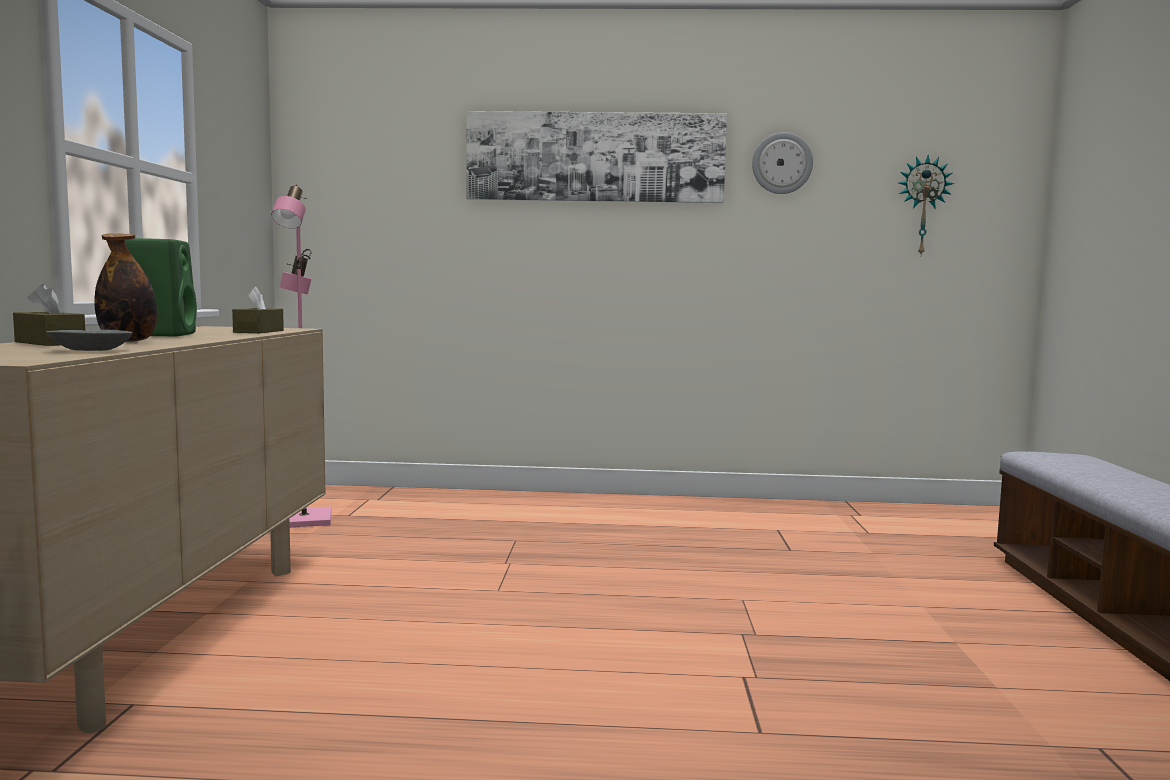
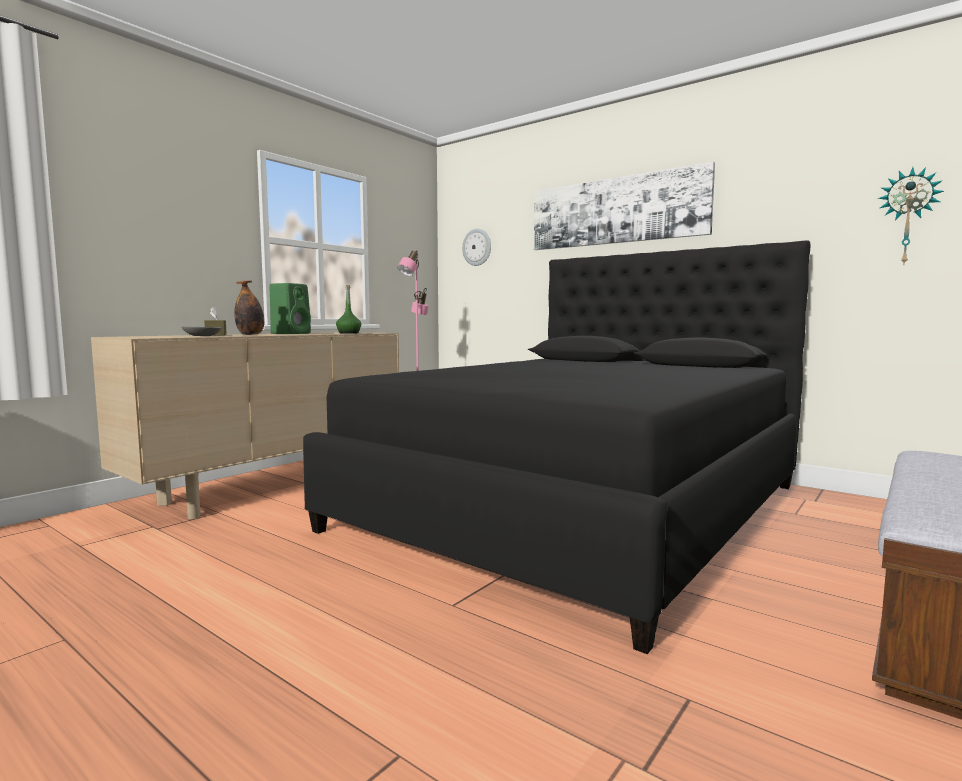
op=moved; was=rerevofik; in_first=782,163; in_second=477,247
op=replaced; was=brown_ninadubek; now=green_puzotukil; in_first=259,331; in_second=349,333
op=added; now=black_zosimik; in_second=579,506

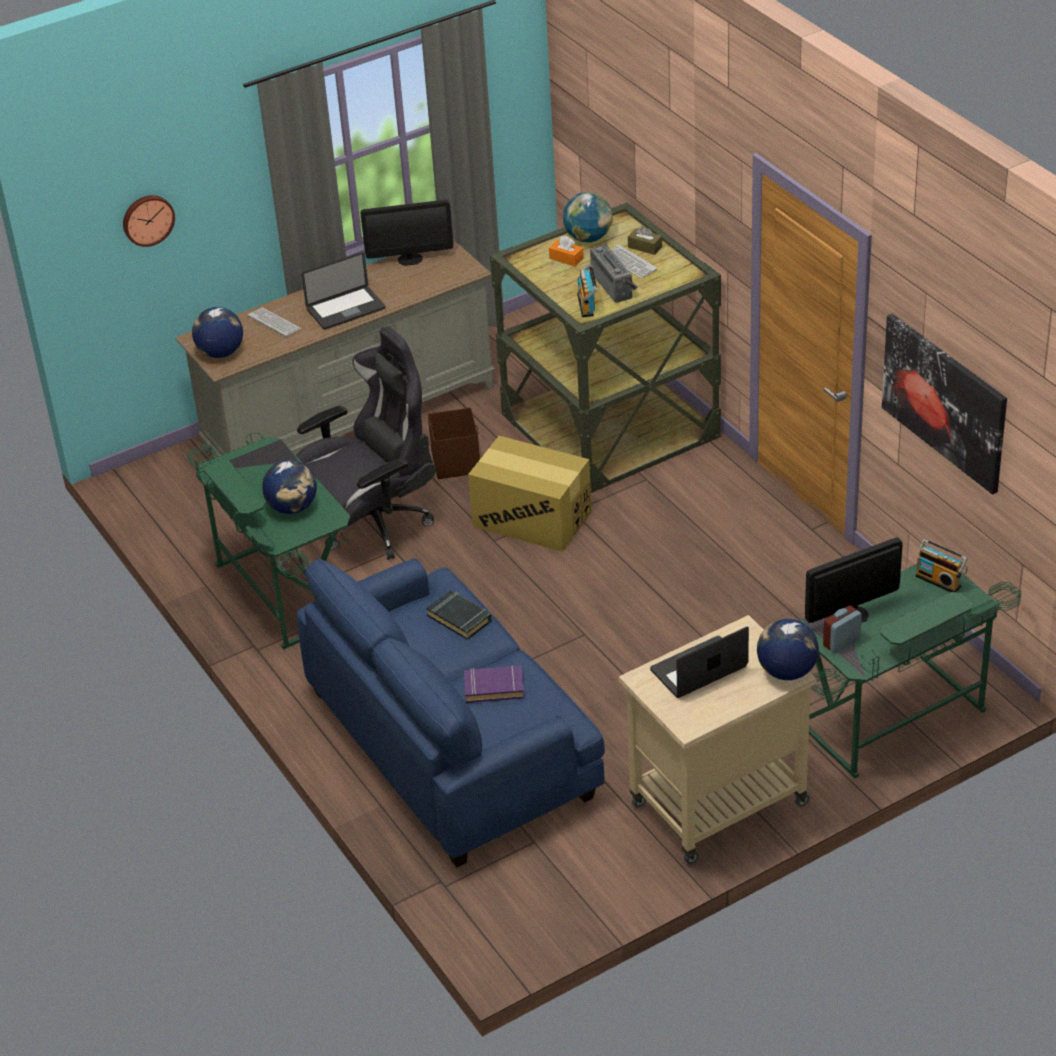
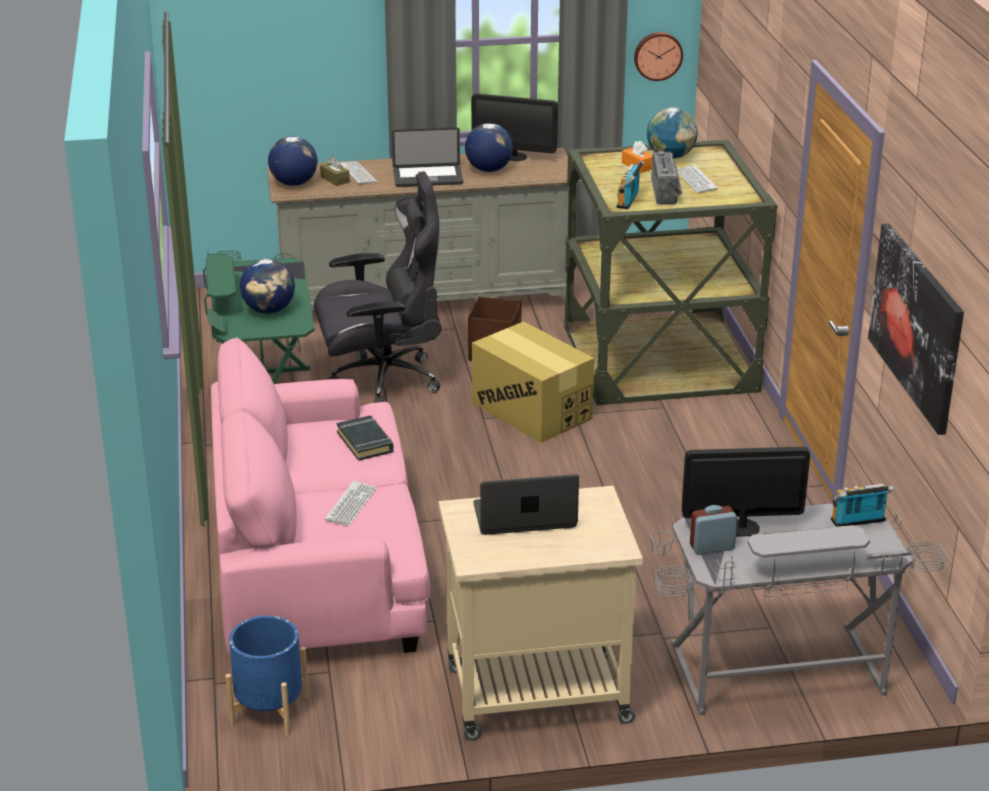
op=moved; was=rerevofik; in_first=147,219; in_second=657,55
op=moved; was=brown_ninadubek; in_first=645,247; in_second=335,179
op=turned; was=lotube; in_first=939,580; in_second=859,522; clockwise=105
op=recoloured; was=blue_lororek; now=pink_lororek; in_first=452,743; in_second=317,566
op=recoloured; was=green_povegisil; now=grey_povegisil; in_first=893,719; in_second=778,673
op=moved; was=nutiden; in_first=786,671; in_second=488,169
op=replaced; was=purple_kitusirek; now=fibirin; in_first=494,687; in_second=351,505
op=added; now=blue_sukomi; in_second=269,710

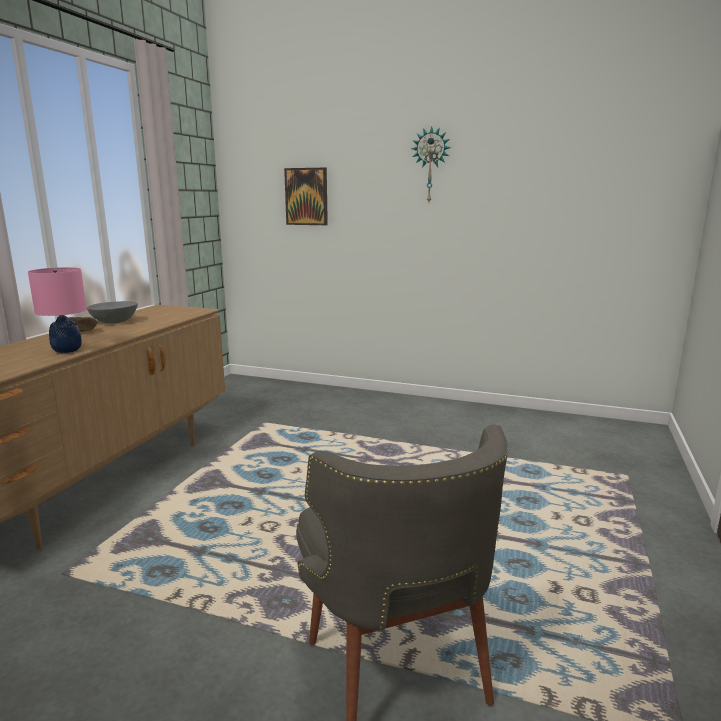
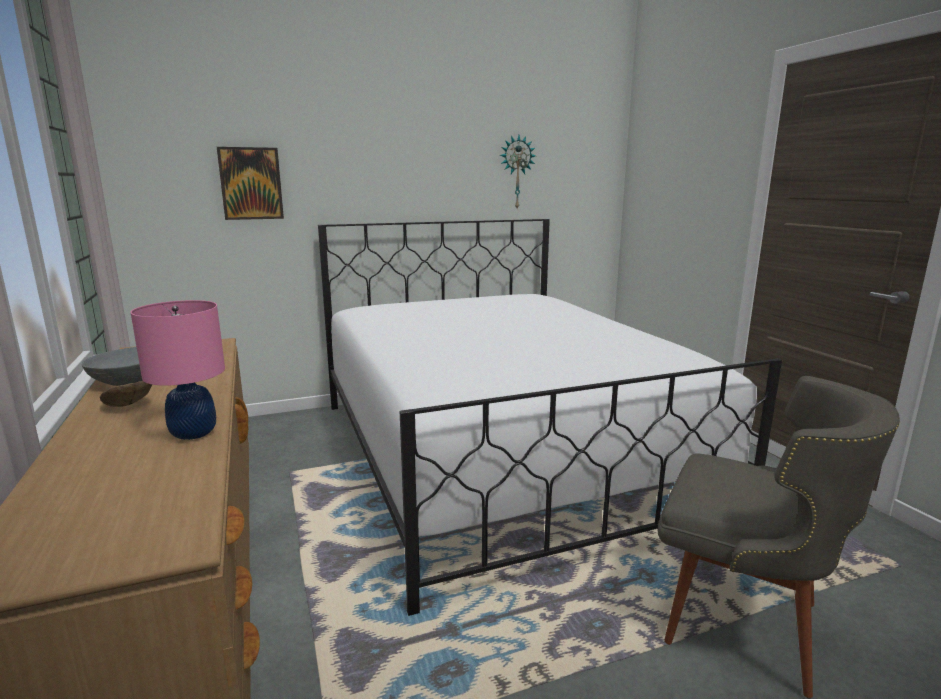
op=moved; was=rerevofik; in_first=430,165; in_second=516,172
op=added; now=white_zosimik; in_second=499,454

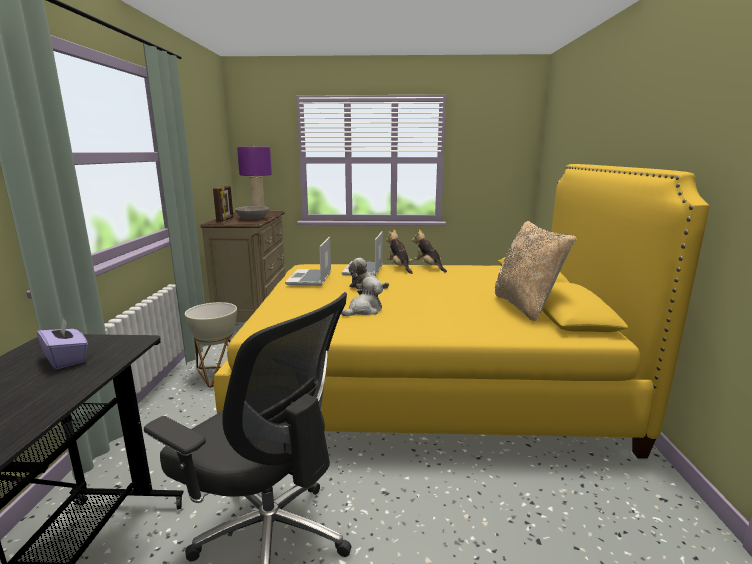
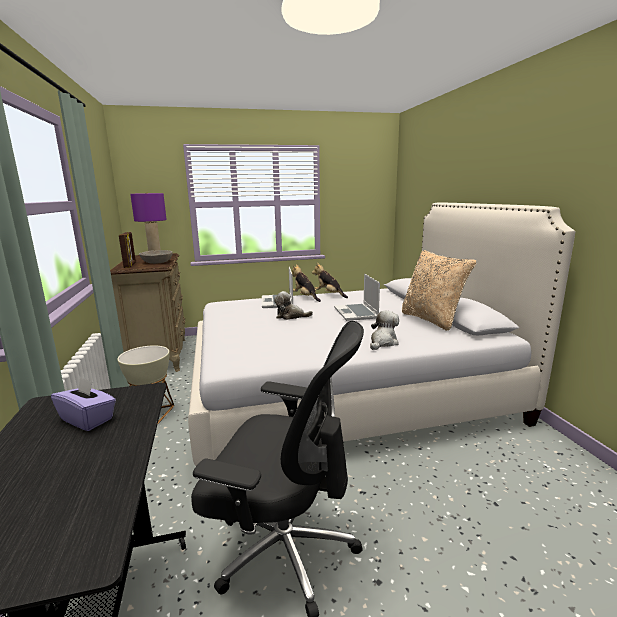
op=recoloured; was=yellow_zosimik; now=white_zosimik; in_first=426,379; in_second=346,391
op=moved; was=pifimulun; in_first=310,279; in_second=356,313
op=moved; was=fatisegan; in_first=364,310; in_second=383,342

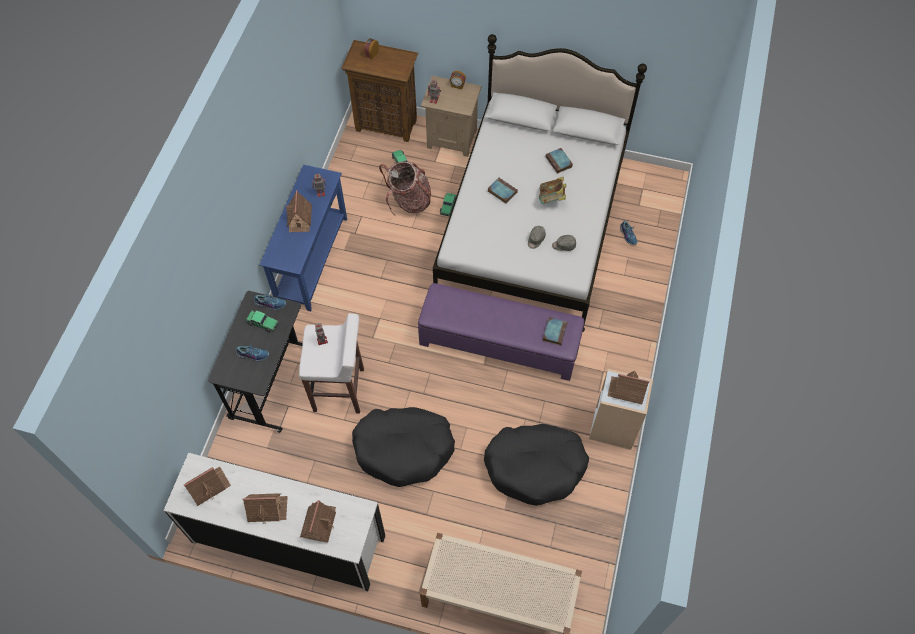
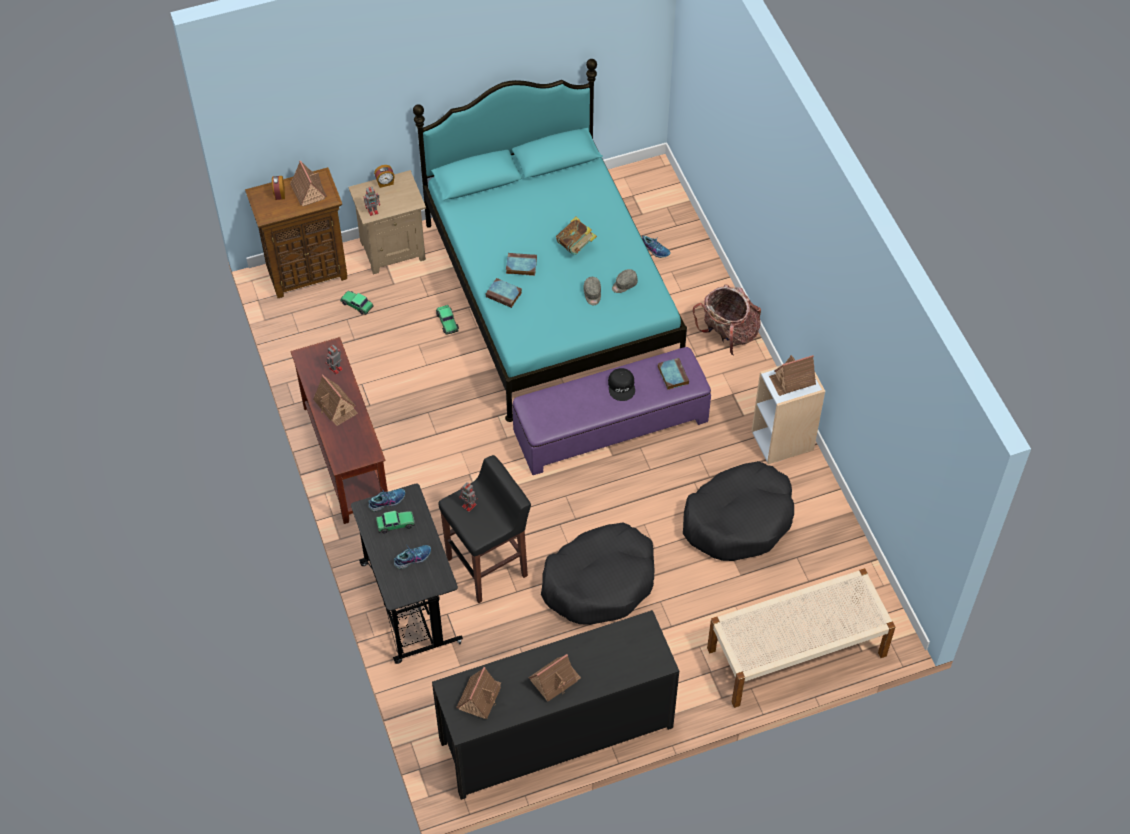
op=recoloured; was=white_zosimik; now=turquoise_zosimik; in_first=532,226; in_second=551,294
op=moved; was=kitusirek; in_first=559,162; in_second=504,295
op=moved; was=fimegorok; in_first=409,201; in_second=728,334
op=recoloured; was=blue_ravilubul; now=brown_ravilubul; in_first=312,259; in_second=345,458
op=recoloured; was=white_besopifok; now=black_besopifok; in_first=340,390; in_second=488,566
op=recoloured; was=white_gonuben; now=black_gonuben; in_first=288,537; in_second=554,732
op=moved; was=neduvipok; in_first=319,523; in_second=308,191
op=added; now=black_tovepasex; in_second=622,386

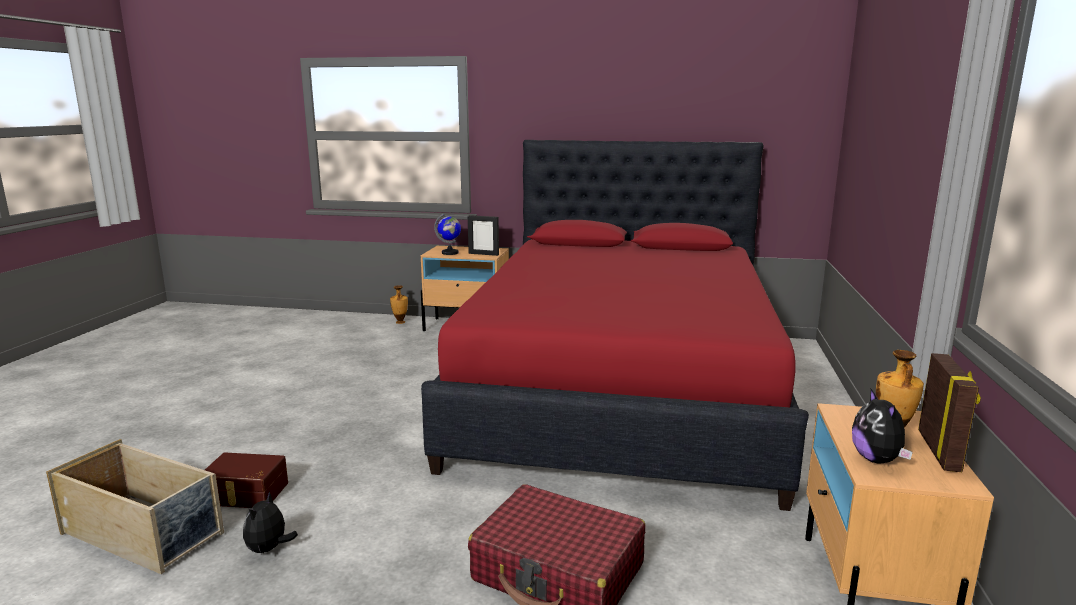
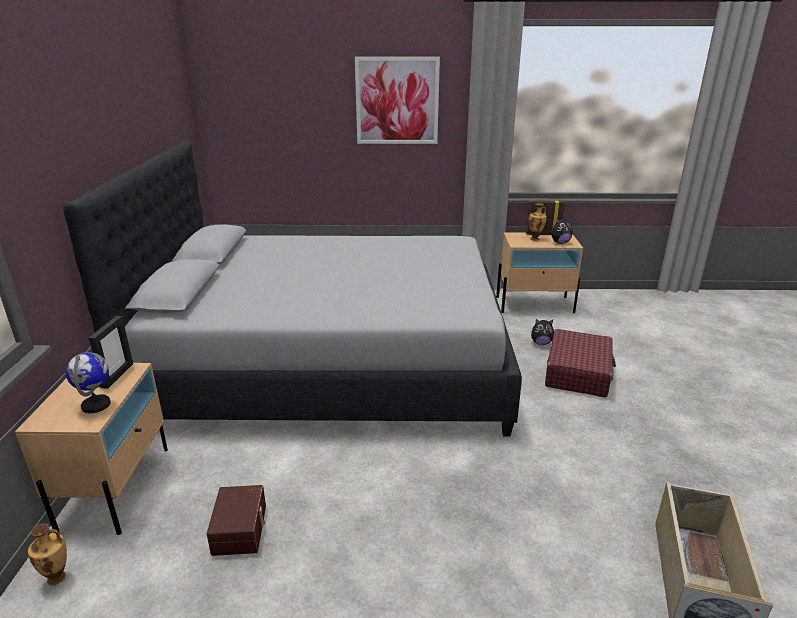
op=recoloured; was=red_zosimik; now=grey_zosimik; in_first=621,389; in_second=331,363
op=moved; was=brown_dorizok; in_first=245,494; in_second=241,529
op=moved; was=fatisegan; in_first=269,549; in_second=541,343
op=added; now=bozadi; in_second=397,101

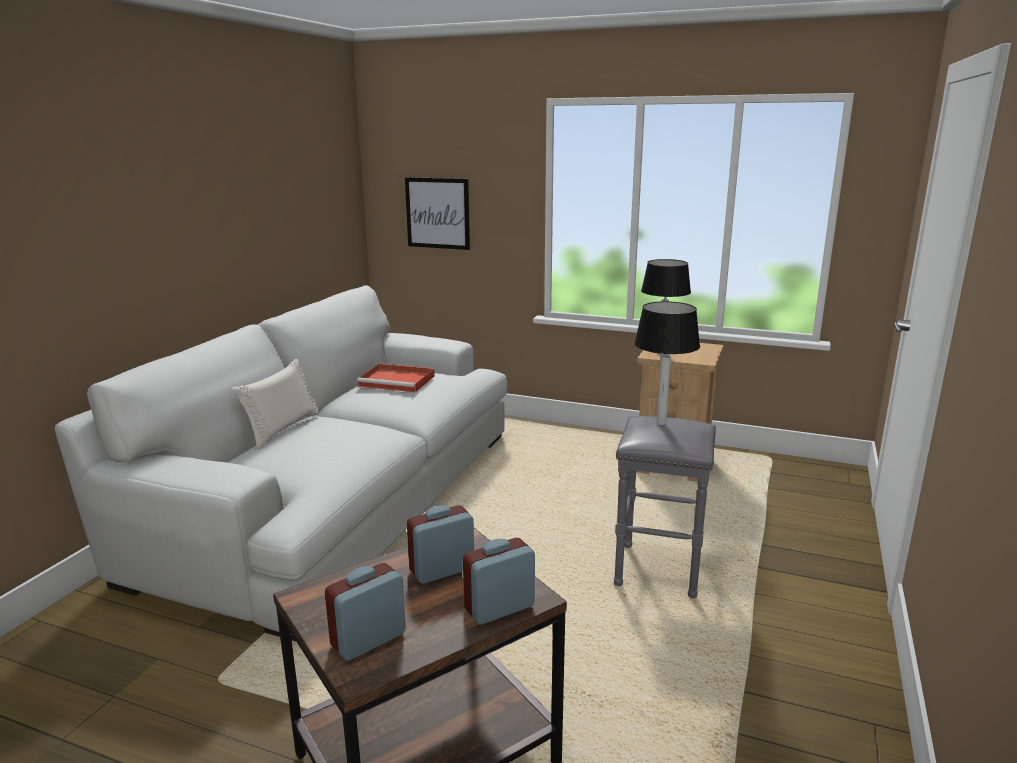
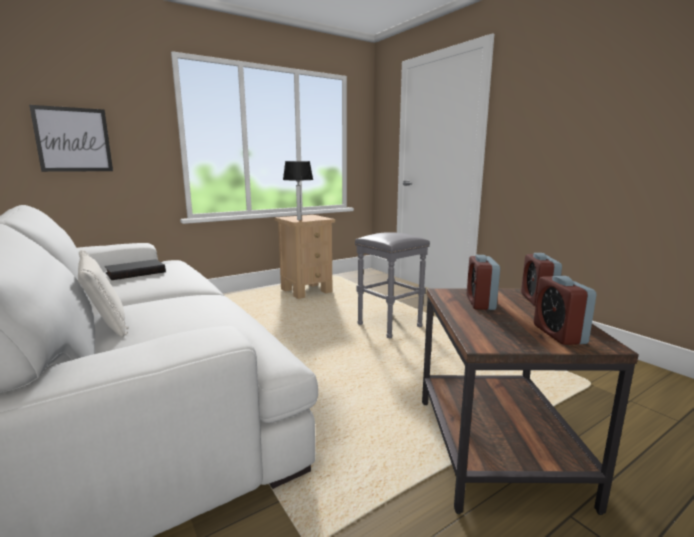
op=removed; was=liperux; in_first=660,423
op=replaced; was=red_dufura; now=black_kitusirek; in_first=398,381; in_second=136,272

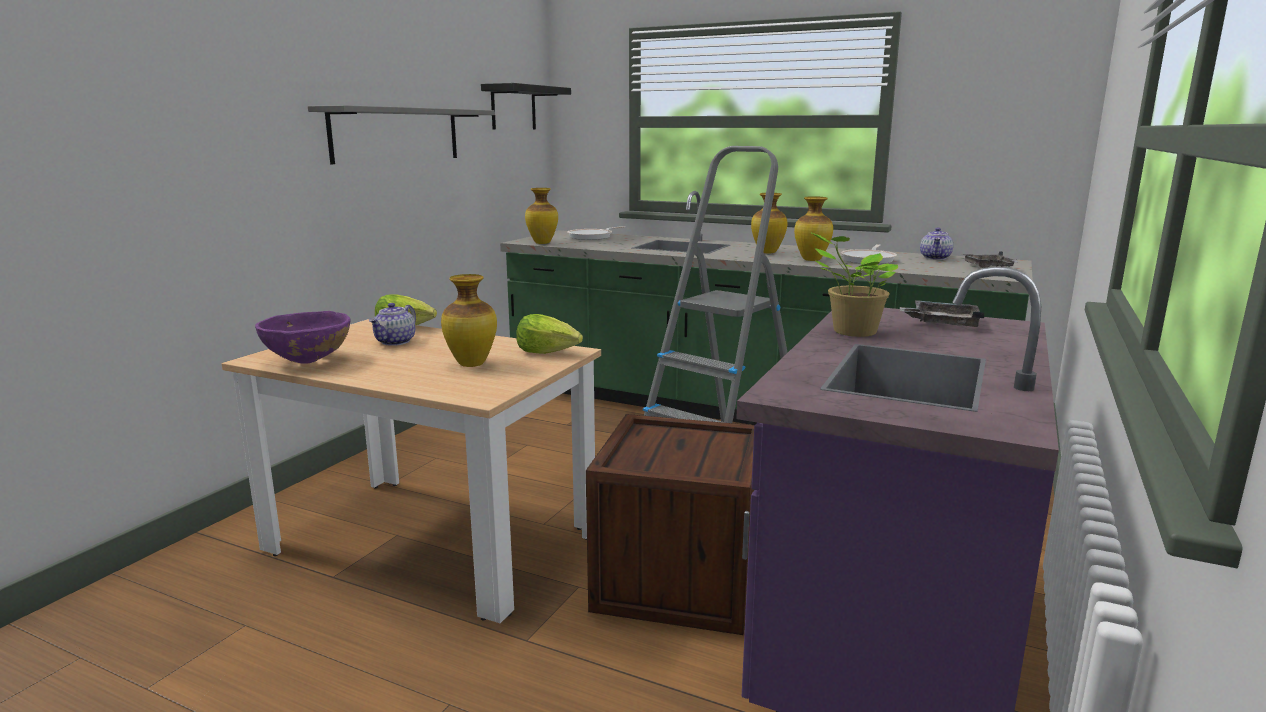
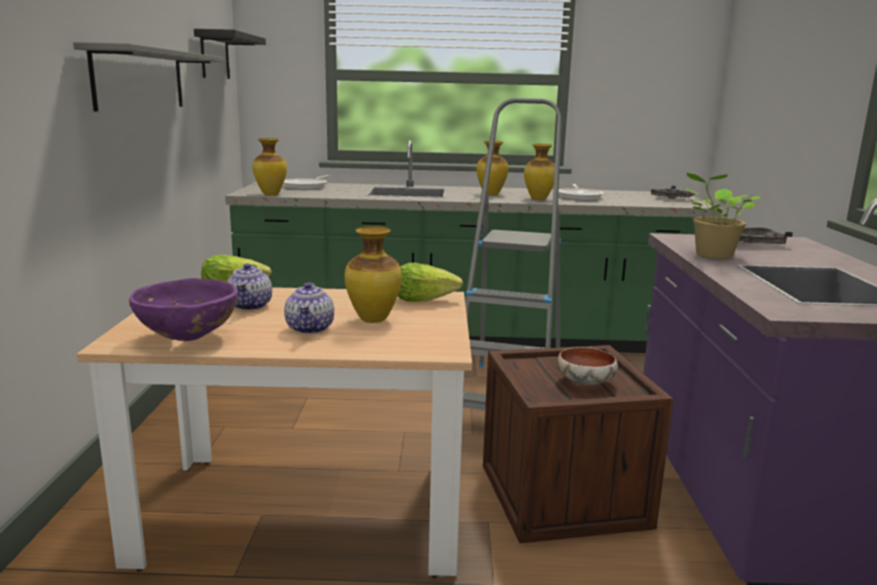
op=moved; was=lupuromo; in_first=935,258; in_second=310,329
op=added; now=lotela; in_second=586,382

